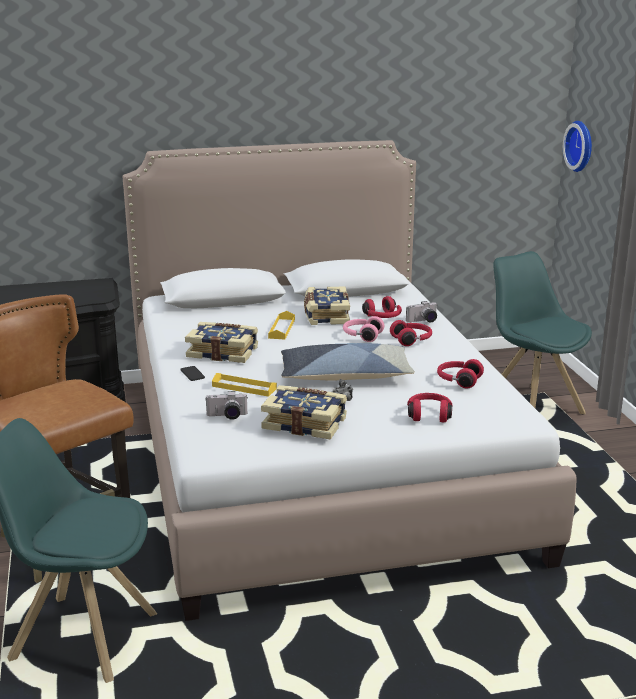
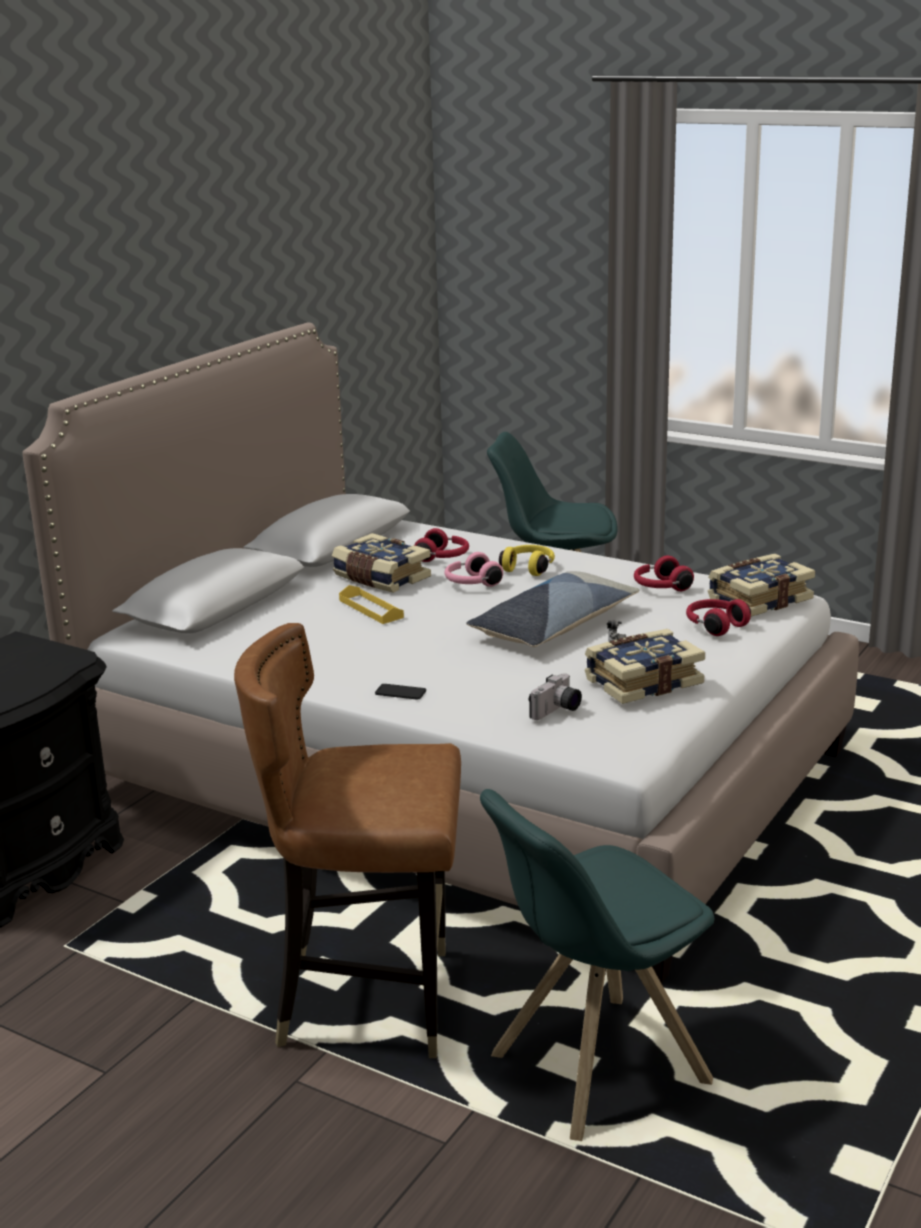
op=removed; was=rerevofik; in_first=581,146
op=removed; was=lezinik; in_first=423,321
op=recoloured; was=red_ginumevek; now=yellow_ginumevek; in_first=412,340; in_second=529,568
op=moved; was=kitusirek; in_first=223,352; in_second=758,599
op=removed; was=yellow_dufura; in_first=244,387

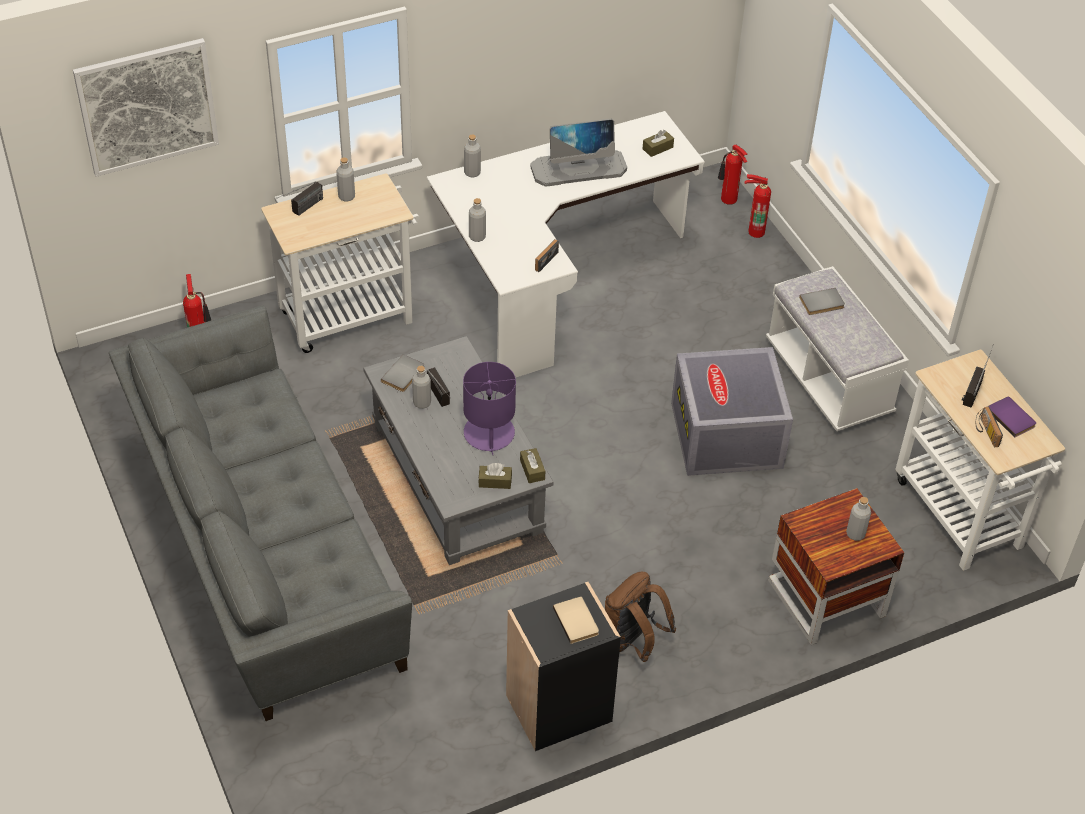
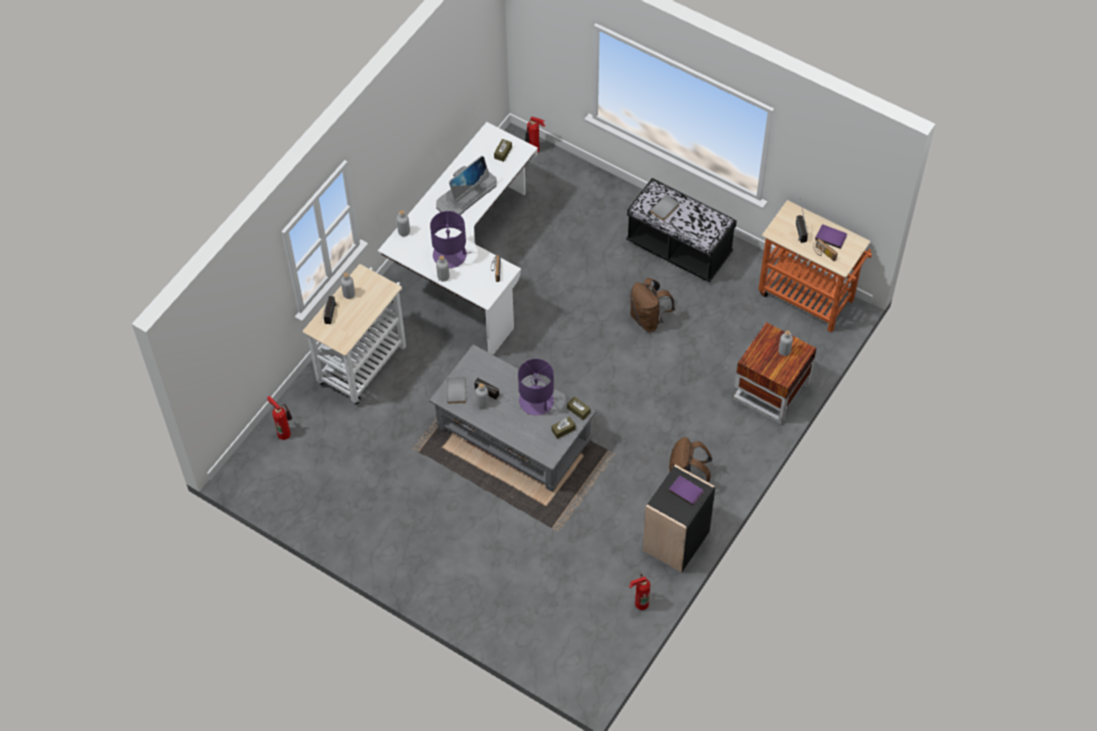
op=removed; was=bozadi; in_first=147,106
op=moved; was=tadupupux; in_first=755,231; in_second=640,603
op=recoloured; was=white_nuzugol; now=black_nuzugol; in_first=828,379; in_second=679,248
op=removed; was=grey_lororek; in_first=262,553
op=replaced; was=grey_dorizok; now=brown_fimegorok; in_first=728,436; in_second=648,319
op=recoloured; was=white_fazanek; now=orange_fazanek; in_first=959,514; in_second=807,298
op=recoloured; was=beige_kitusirek; now=purple_kitusirek; in_first=577,621; in_second=686,490
op=added; now=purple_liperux; in_second=450,255

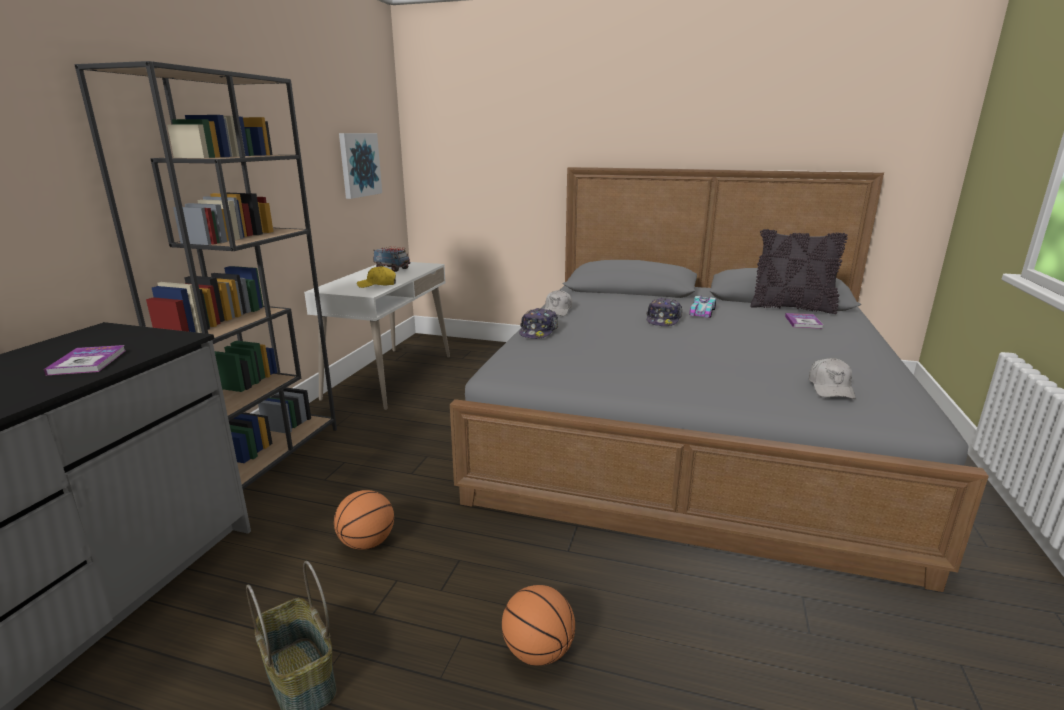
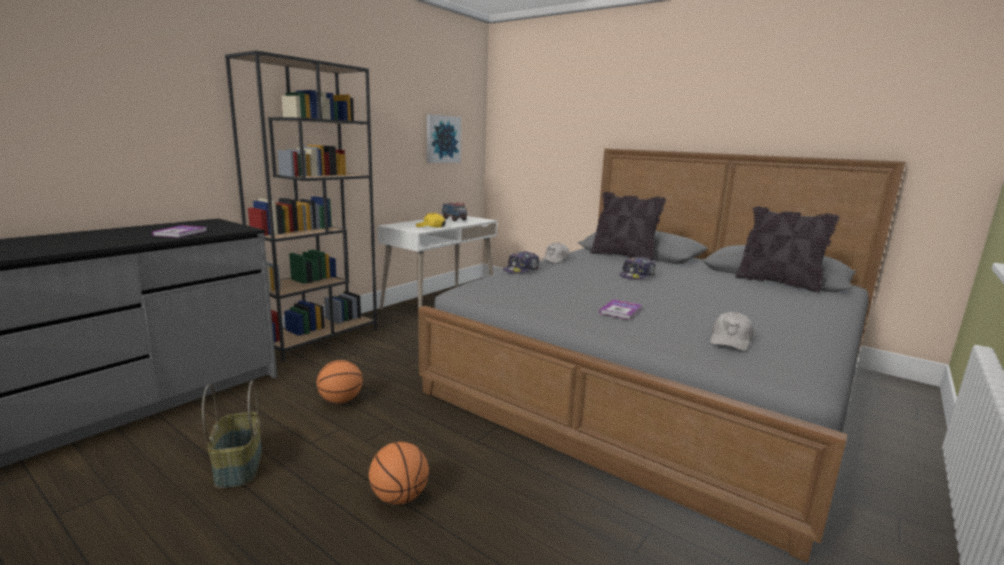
op=removed; was=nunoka; in_first=702,312
op=moved; was=kitusirek; in_first=803,322; in_second=620,311
op=added; now=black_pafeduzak; in_second=623,256

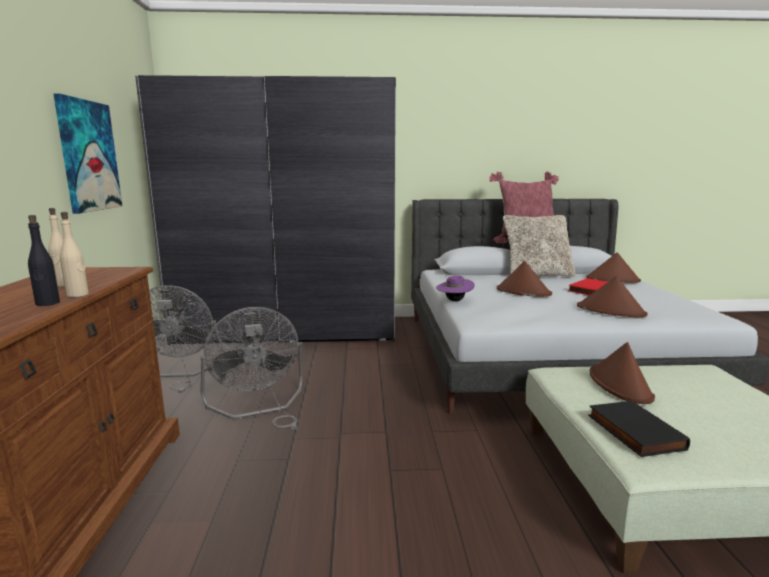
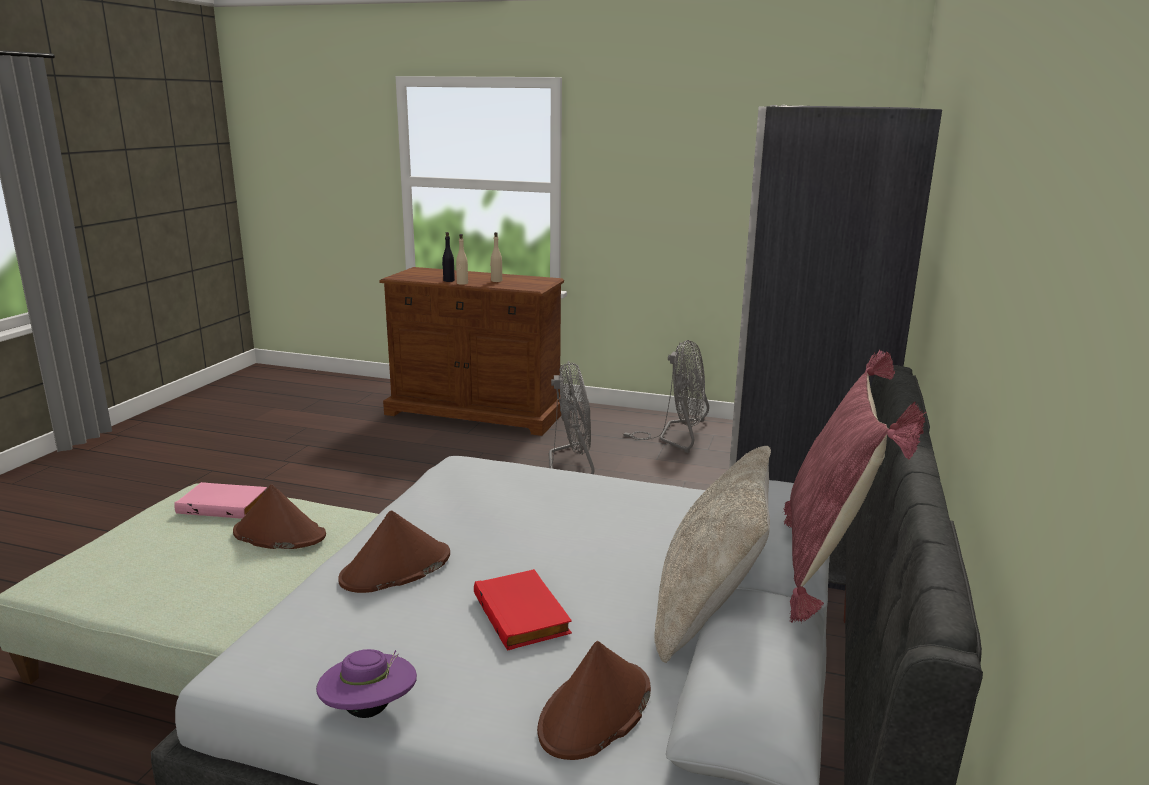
op=removed; was=bozadi; in_first=88,156
op=removed; was=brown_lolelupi; in_first=523,291
op=moved; was=purple_lolelupi; in_first=454,300; in_second=369,710
op=recoloured; was=black_kitusirek; now=pink_kitusirek; in_first=632,432; in_second=224,504

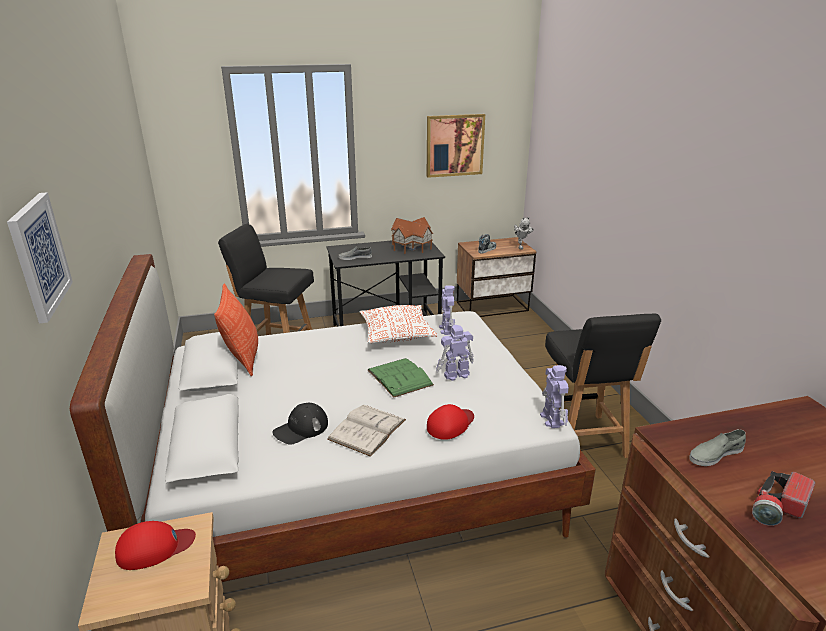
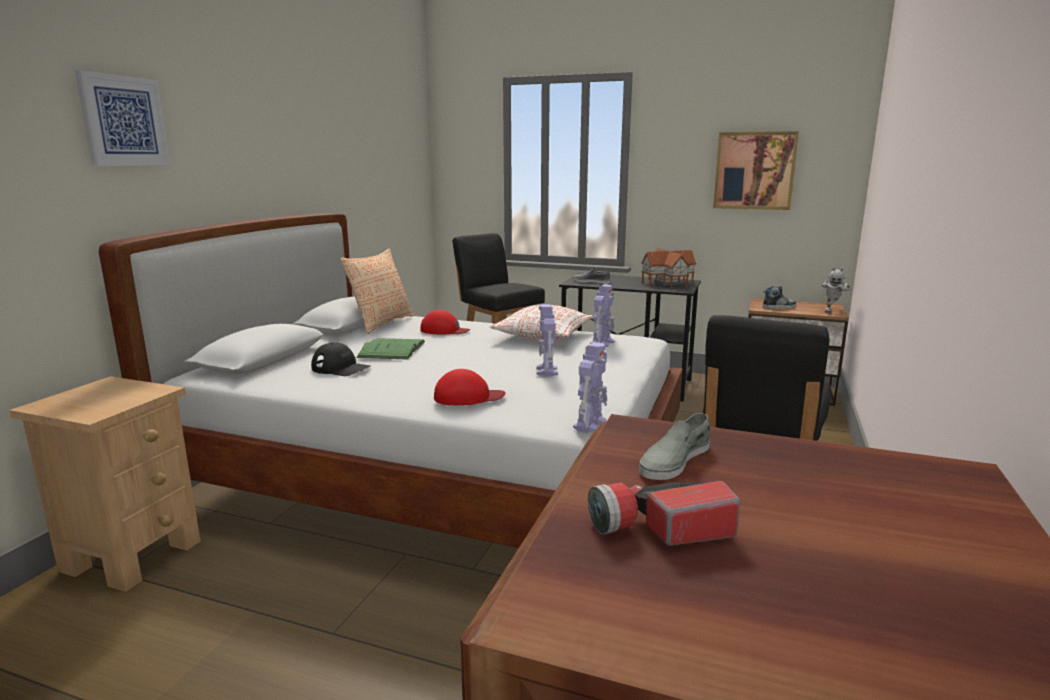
op=recoloured; was=orange_pafeduzak; now=beige_pafeduzak; in_first=243,358; in_second=382,324
op=turned; was=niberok; in_first=455,375; in_second=547,371; clockwise=-105
op=moved; was=green_kitusirek; in_first=399,377; in_second=392,349
op=turned; was=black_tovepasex; in_first=301,428; in_second=341,368; clockwise=-150
op=removed; was=white_kitusirek; in_first=367,429
op=turned; was=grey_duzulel; in_first=715,454; in_second=674,460; clockwise=-60
op=moved; was=red_tovepasex; in_first=155,547; in_second=444,330

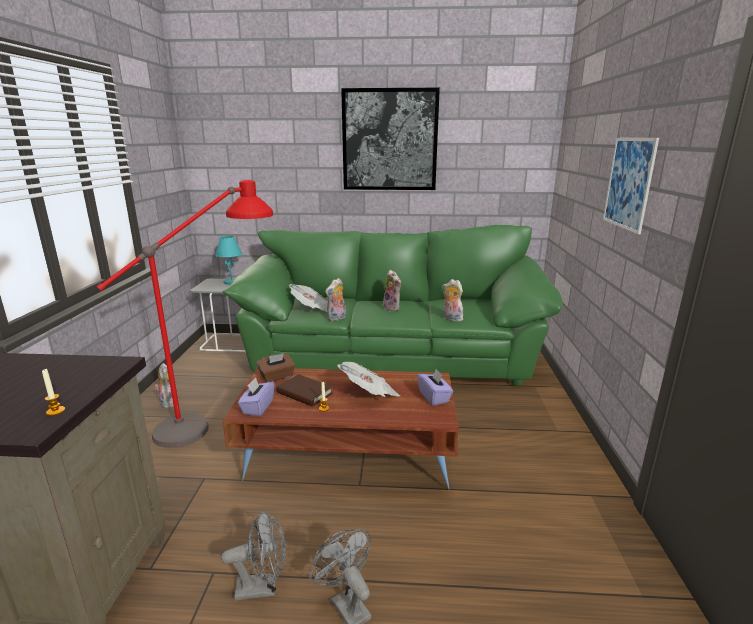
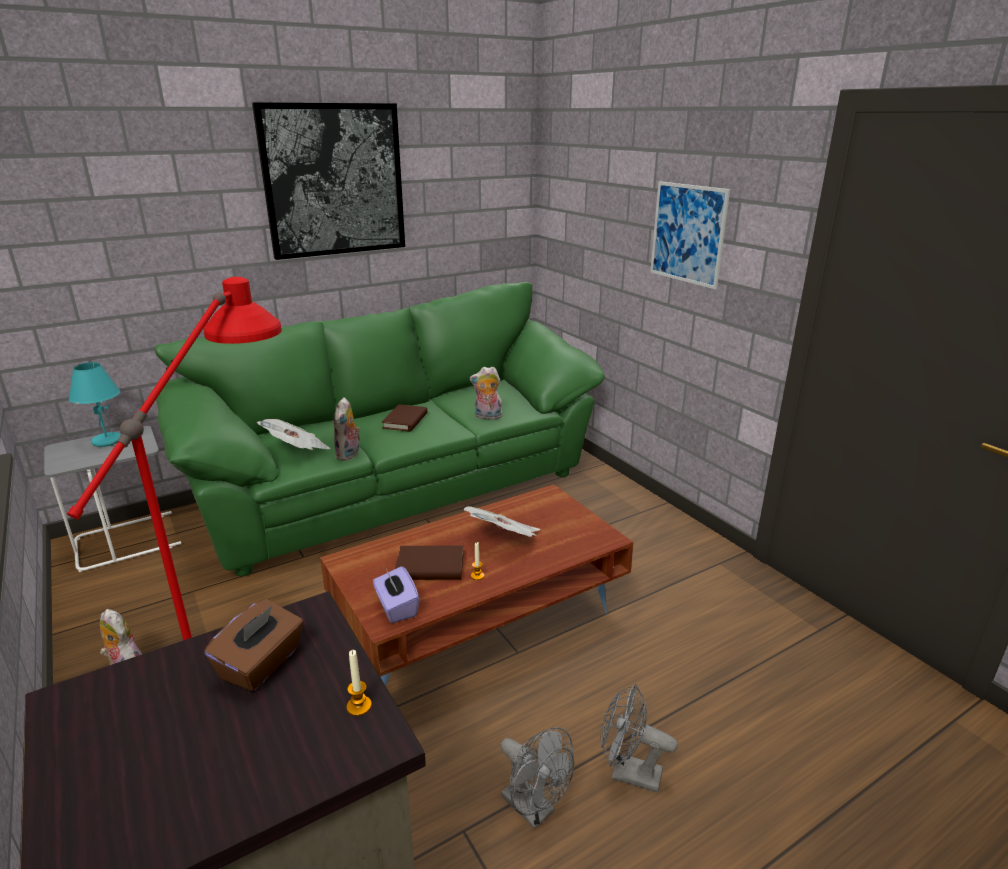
op=replaced; was=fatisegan; now=brown_kitusirek; in_first=393,308; in_second=405,421
op=moved; was=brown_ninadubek; in_first=277,377; in_second=262,664
op=removed; was=purple_ninadubek; in_first=434,397
op=turned; was=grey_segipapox; in_first=263,587; in_second=534,809; clockwise=90

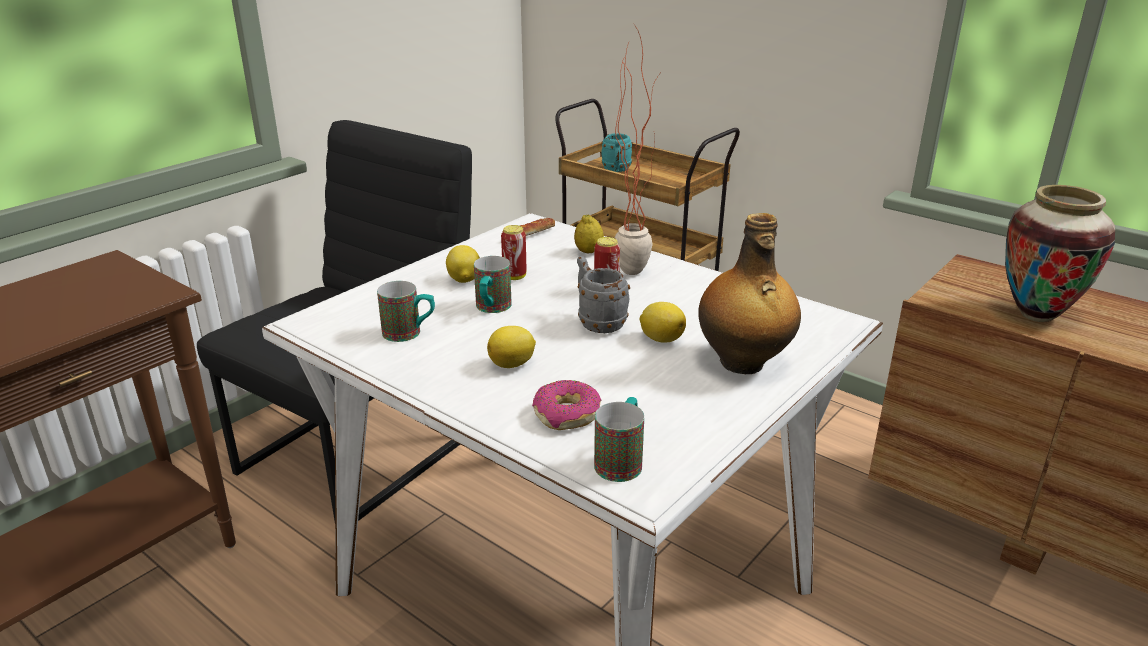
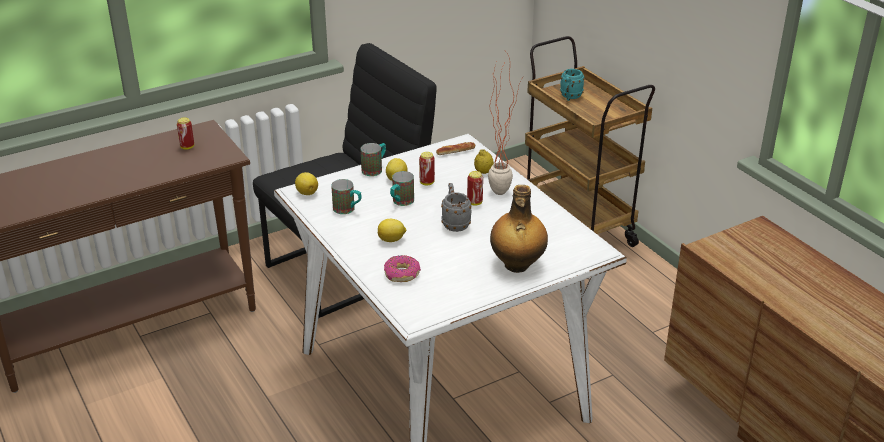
op=removed; was=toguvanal; in_first=1036,315
op=moved; was=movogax; in_first=660,338; in_second=307,192
op=moved; was=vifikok; in_first=621,460; in_second=375,169
op=added; now=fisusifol; in_second=187,147

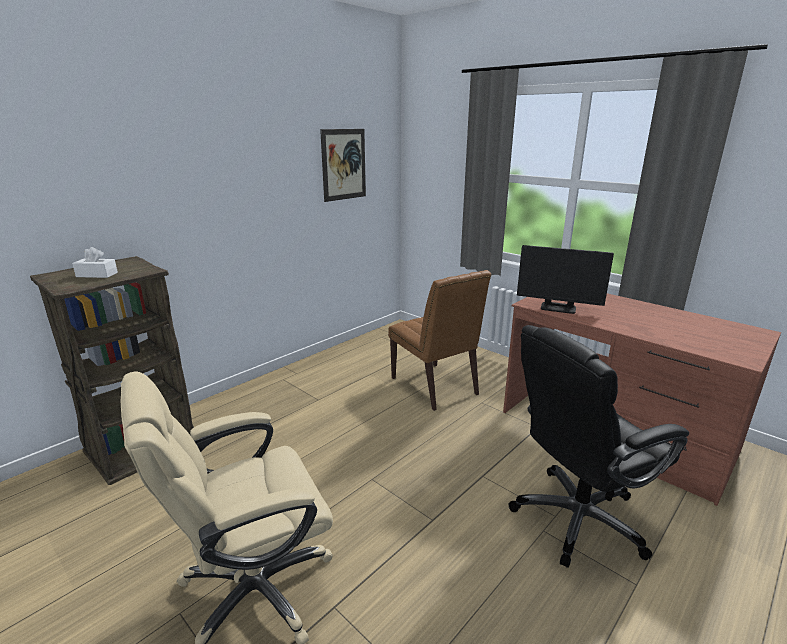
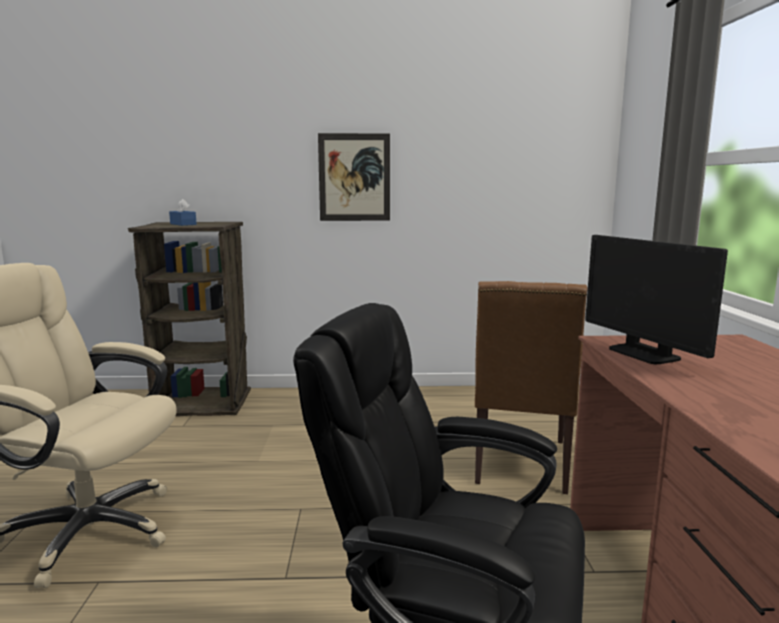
op=moved; was=bozadi; in_first=344,164; in_second=354,177
op=recoloured; was=white_ninadubek; now=blue_ninadubek; in_first=97,275; in_second=183,224

